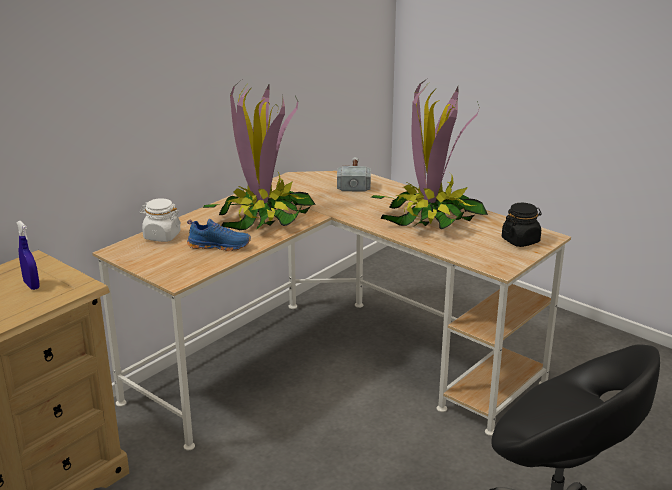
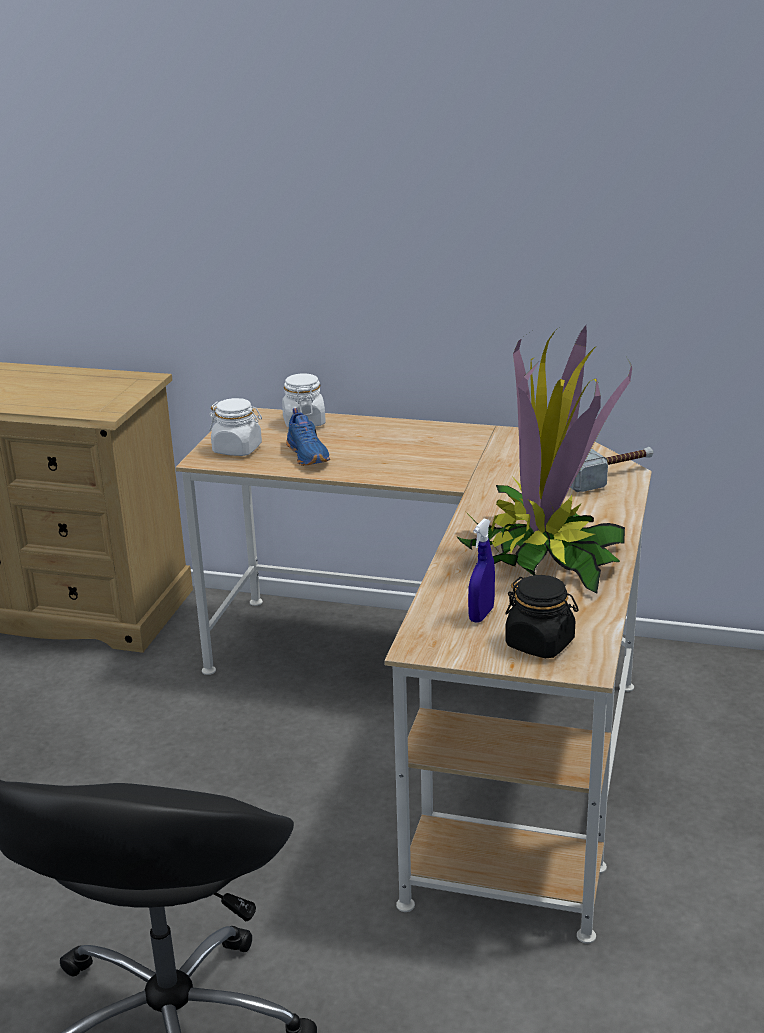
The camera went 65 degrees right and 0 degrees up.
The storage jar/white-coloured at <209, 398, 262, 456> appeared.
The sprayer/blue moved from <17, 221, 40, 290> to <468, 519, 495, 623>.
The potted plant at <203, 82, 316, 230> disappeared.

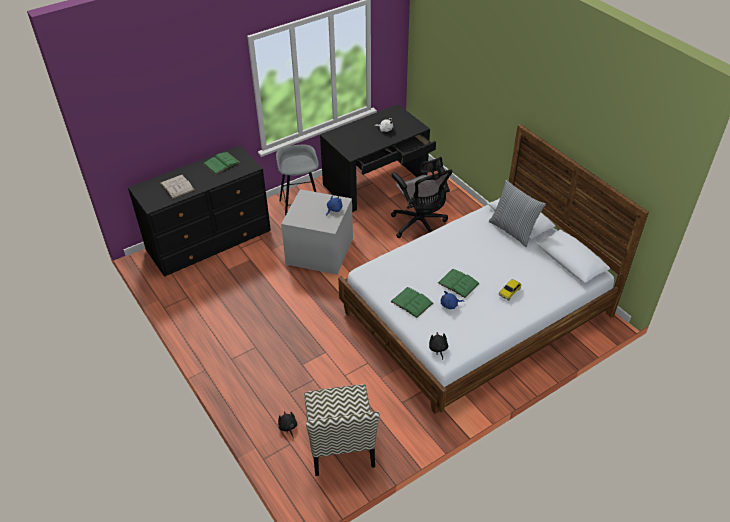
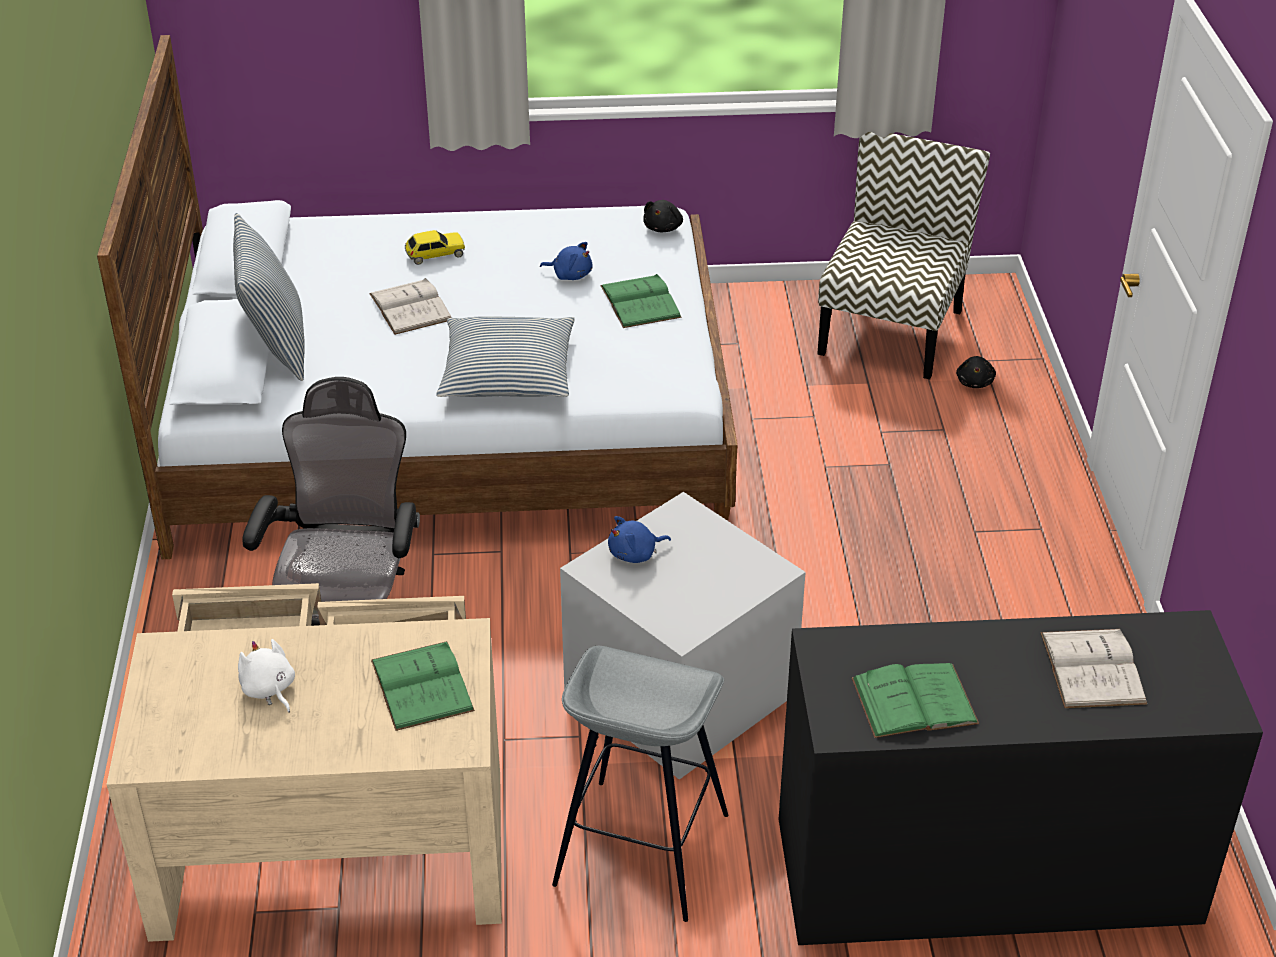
The camera went 150 degrees left and 5 degrees down.
The desk table/black-coloured at <320, 104, 436, 212> became the desk table/beige-coloured at <106, 583, 502, 942>.
The bound book/white-coloured at <369, 278, 452, 335> appeared.
The bound book/green-coloured moved from <438, 269, 480, 298> to <371, 641, 475, 731>.
The pillow at <436, 316, 575, 397> appeared.

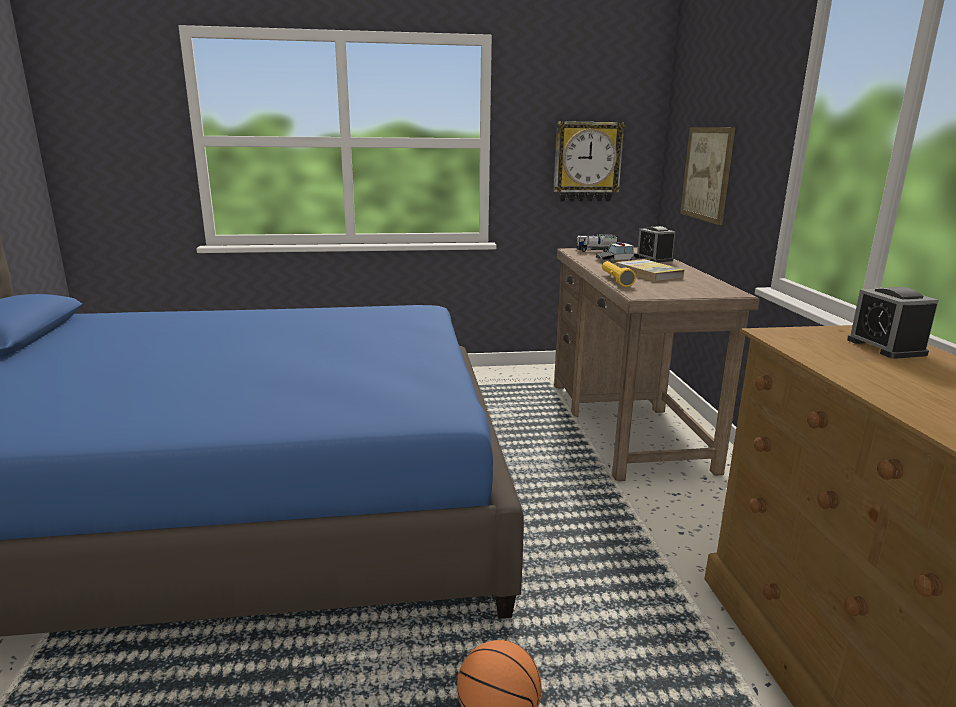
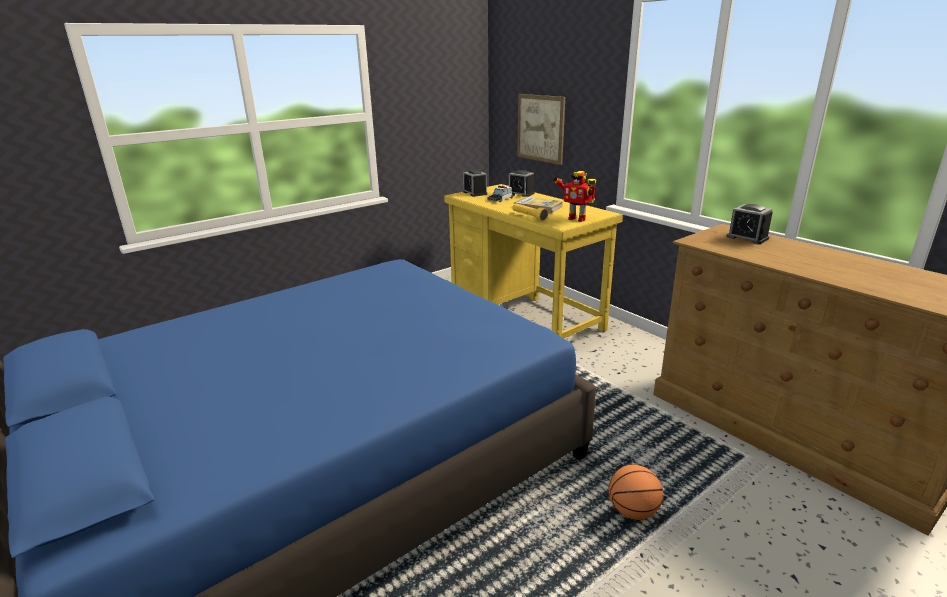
The camera went 30 degrees left and 5 degrees up.
The desk table/brown-coloured at <554, 247, 760, 481> became the desk table/yellow-coloured at <444, 184, 623, 338>.
The model truck at <577, 234, 618, 252> was replaced by the alarm clock at <463, 170, 487, 197>.
The robot figure at <553, 171, 596, 222> appeared.
The hanging clock at <553, 121, 625, 202> disappeared.

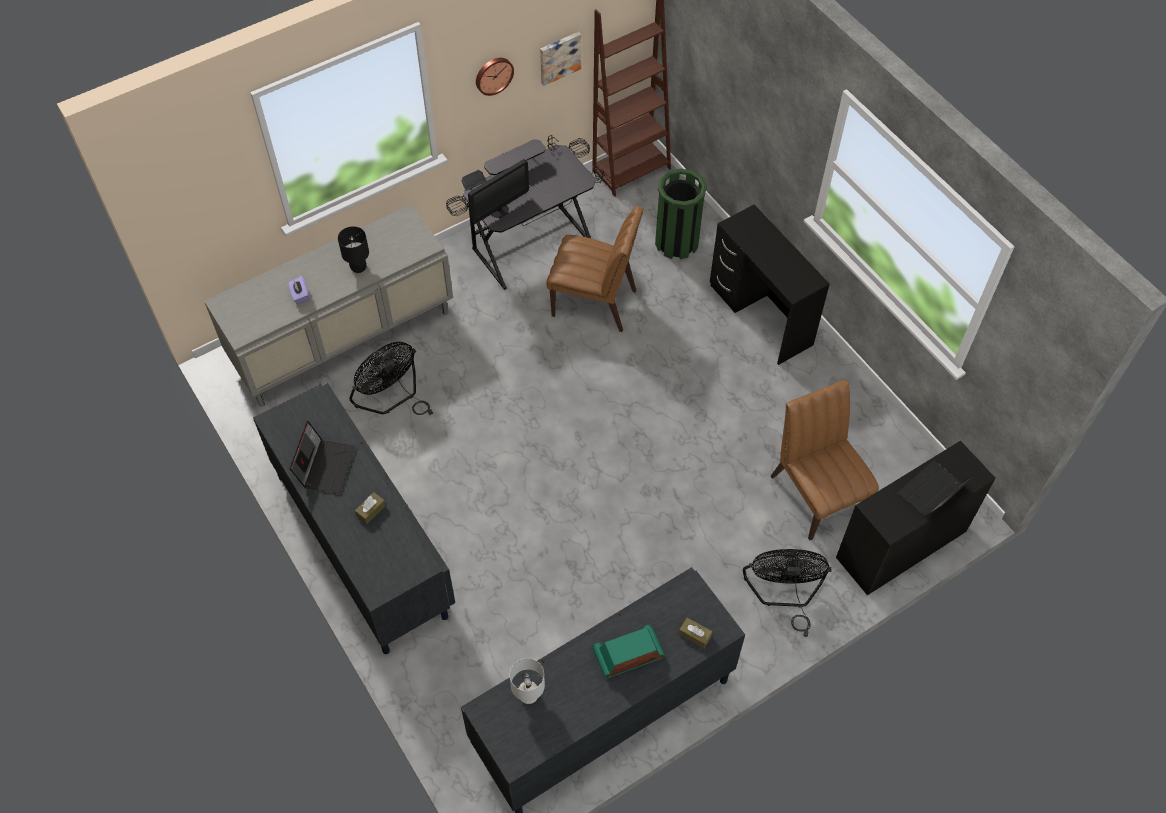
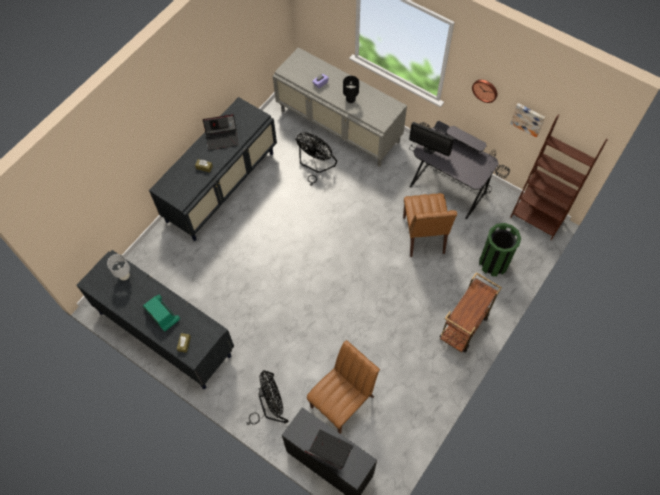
The camera went 70 degrees right and 5 degrees up.
The desk table/black-coloured at <710, 205, 830, 365> was replaced by the cart/brown-coloured at <440, 272, 502, 353>.

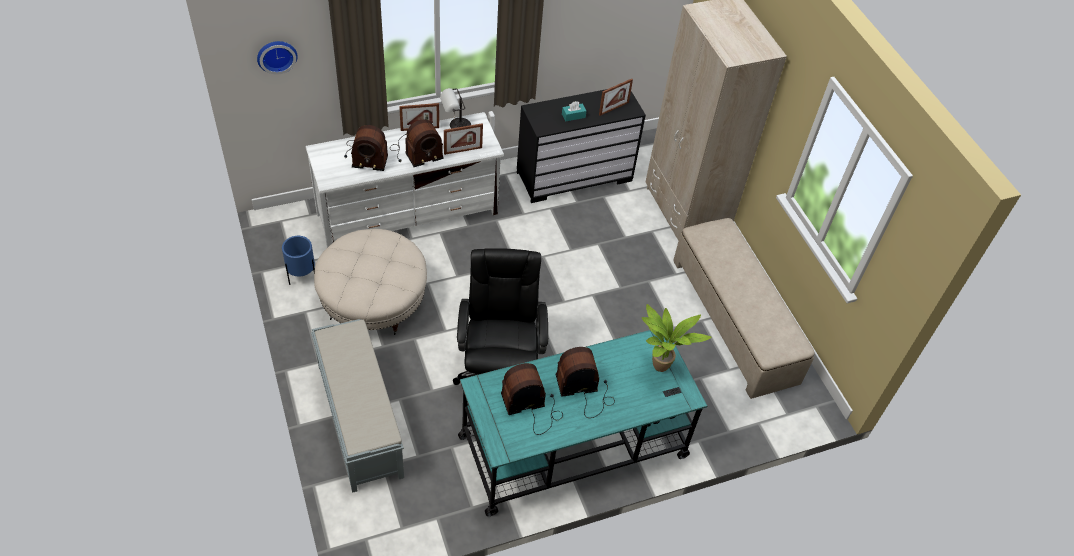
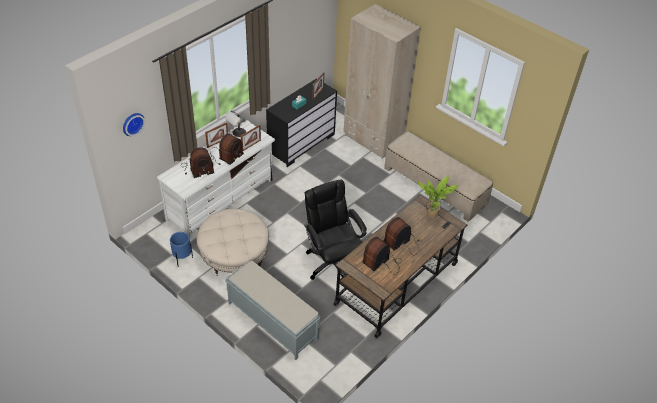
The camera went 25 degrees left and 5 degrees down.
The desk table/turquoise at <458, 330, 707, 516> became the desk table/brown-coloured at <334, 195, 467, 338>.

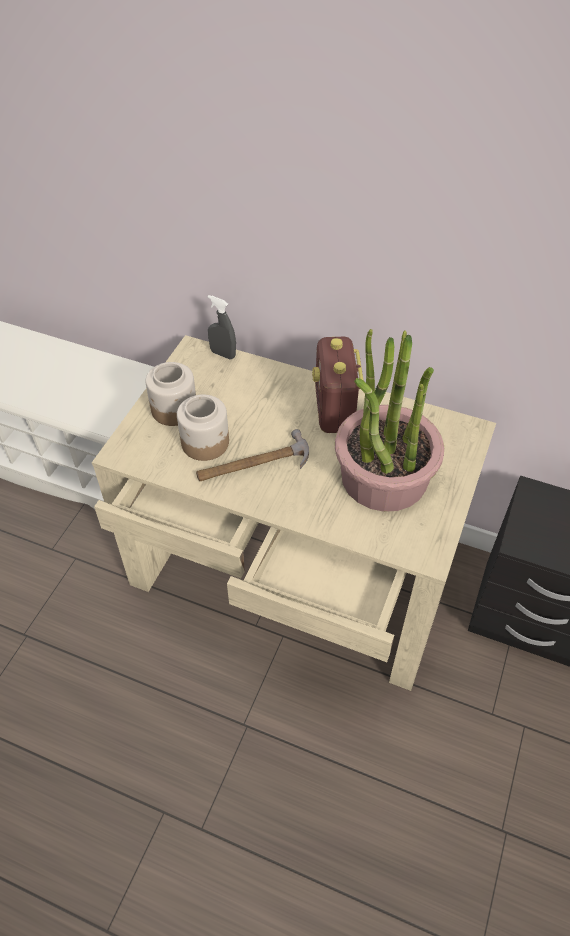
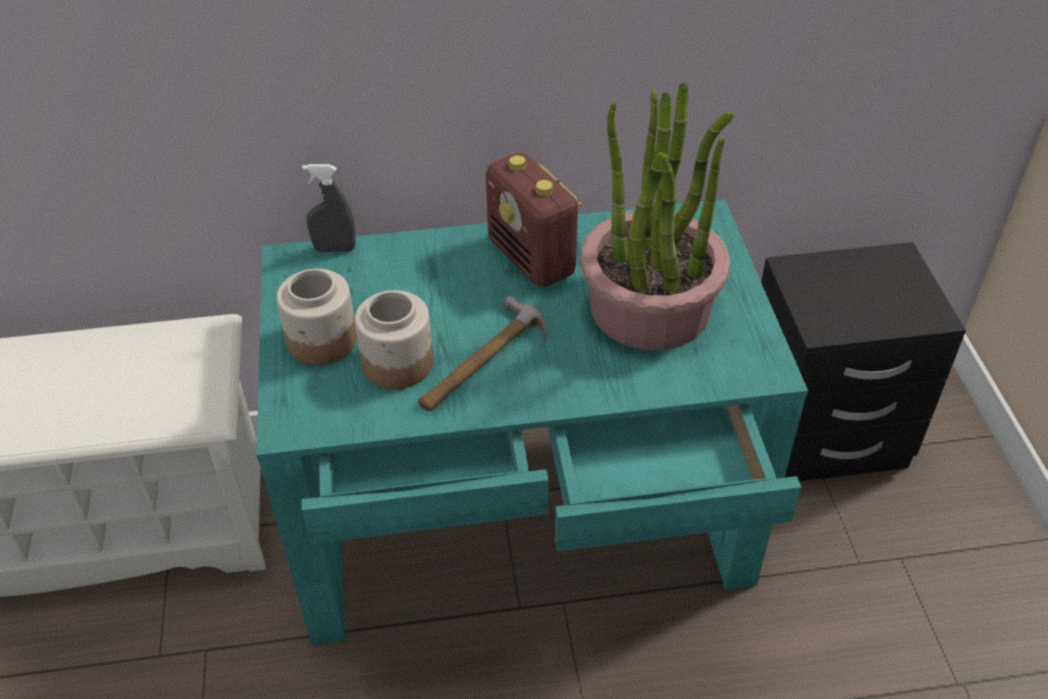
The camera went 30 degrees left and 5 degrees down.
The desk table/beige-coloured at <92, 335, 496, 691> became the desk table/turquoise at <256, 200, 808, 645>.

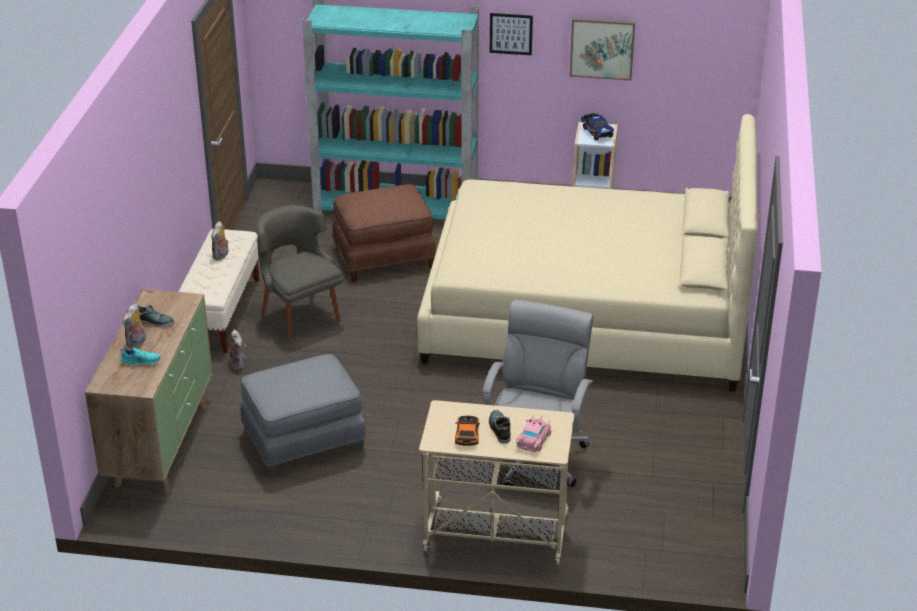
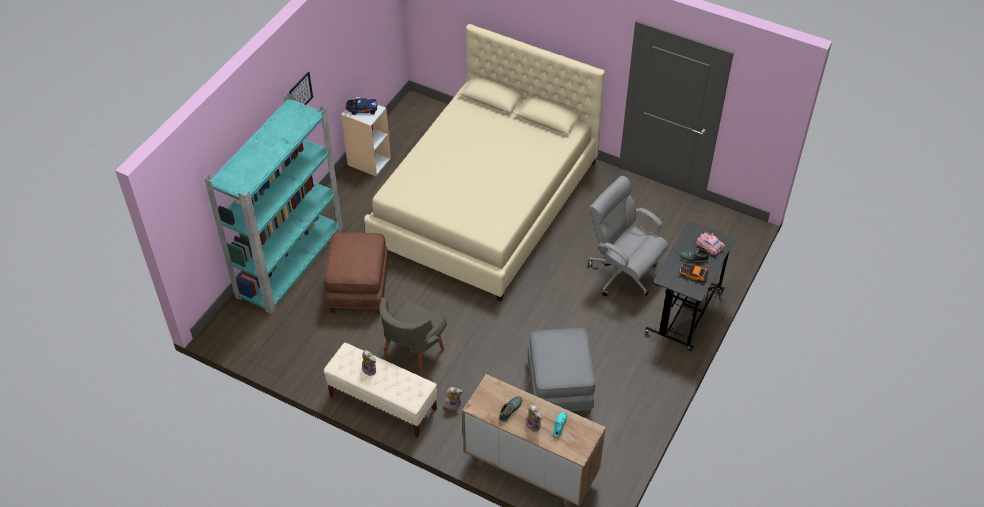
The camera went 70 degrees left and 15 degrees up.
The chair/grey at <257, 205, 344, 341> turned 45 degrees counterclockwise.
The desk table/beige-coloured at <419, 400, 574, 565> became the desk table/black-coloured at <646, 221, 735, 351>.
The wall art at <570, 18, 635, 80> disappeared.

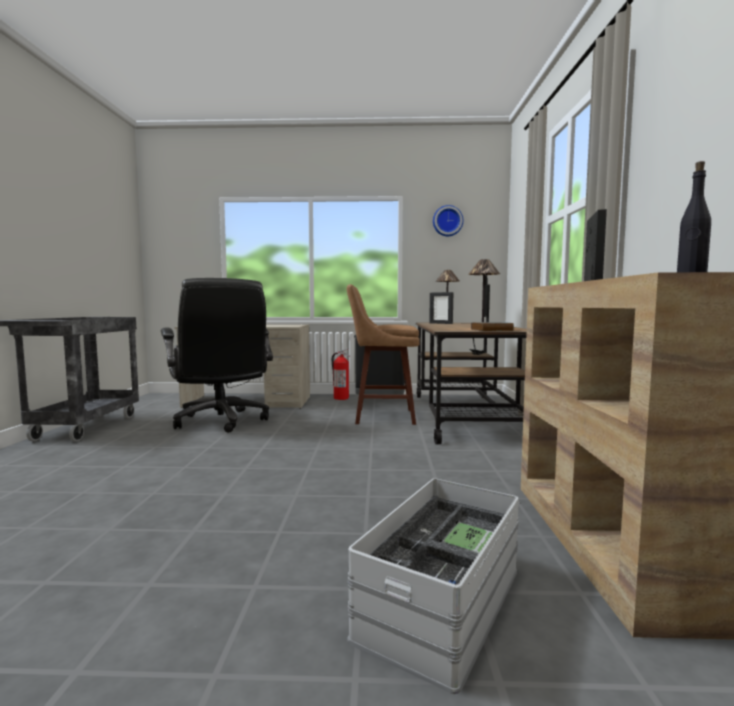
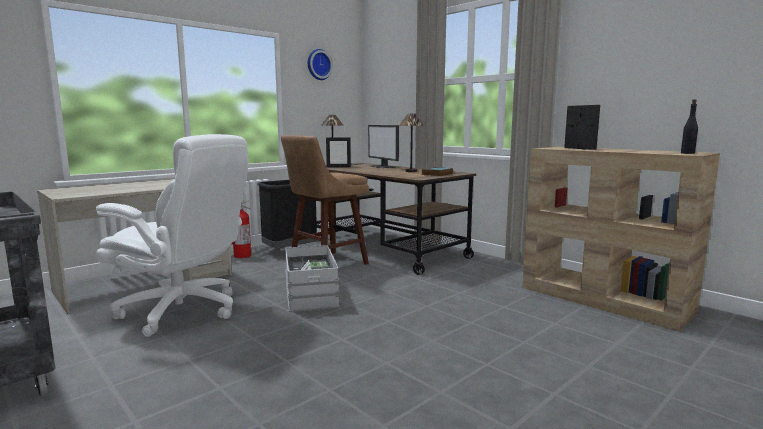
The camera went 45 degrees left and 5 degrees up.
The desk chair/black-coloured at <161, 278, 273, 432> became the desk chair/white-coloured at <96, 134, 248, 337>.
The storage box/grey moved from <347, 478, 520, 694> to <285, 245, 340, 312>.

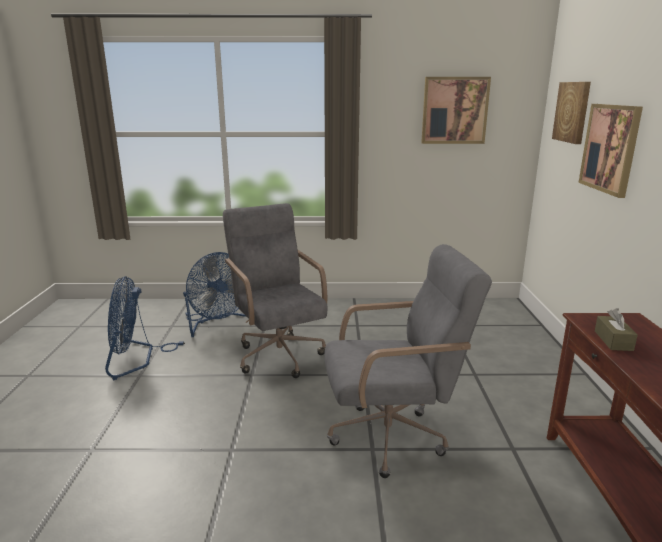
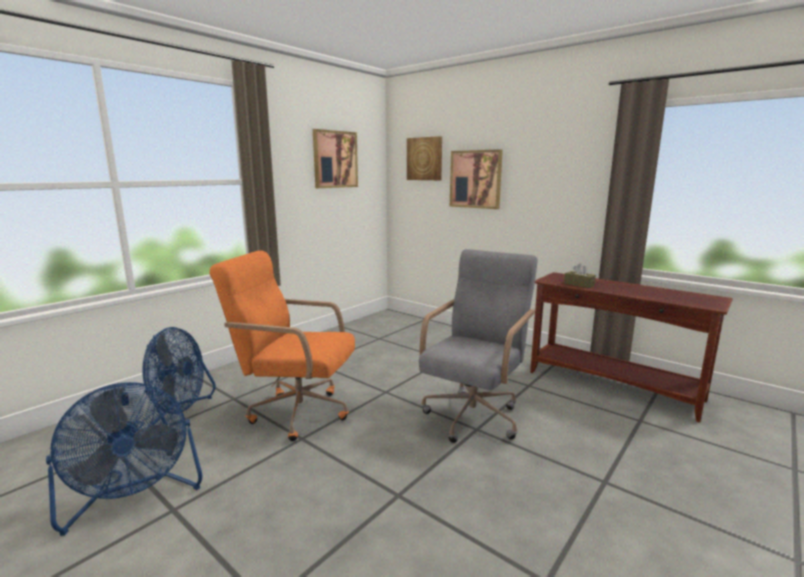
The camera went 50 degrees left and 5 degrees down.
The electric fan/blue at <105, 276, 185, 381> turned 60 degrees counterclockwise.
The desk chair/grey at <223, 203, 327, 378> became the desk chair/orange at <209, 250, 355, 441>.

